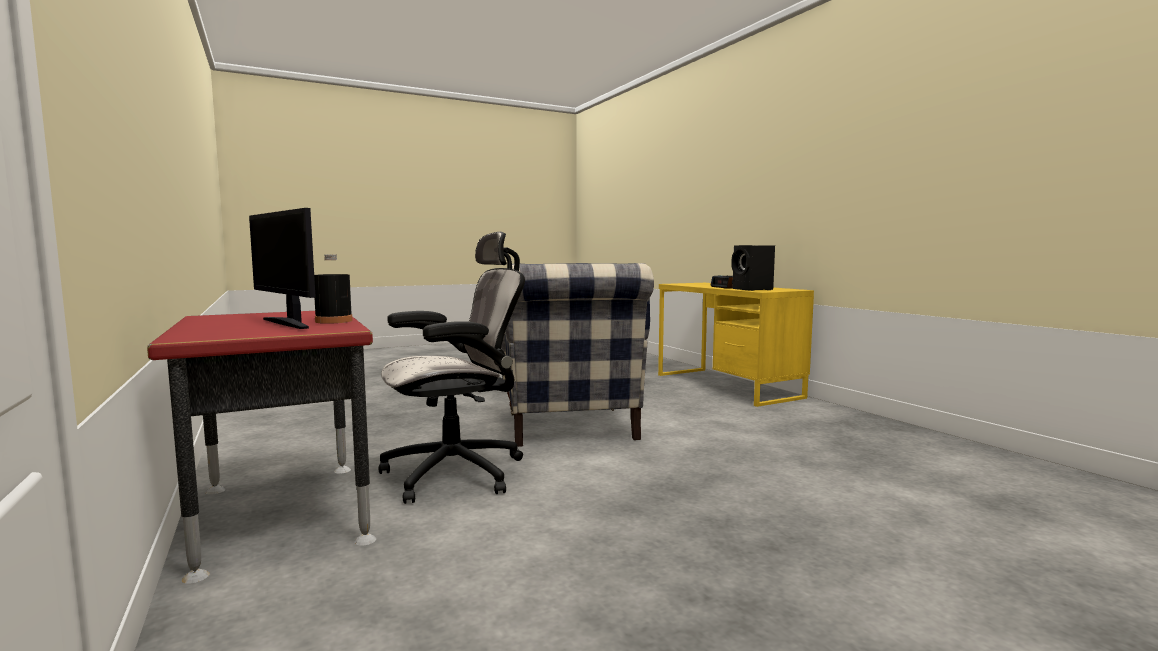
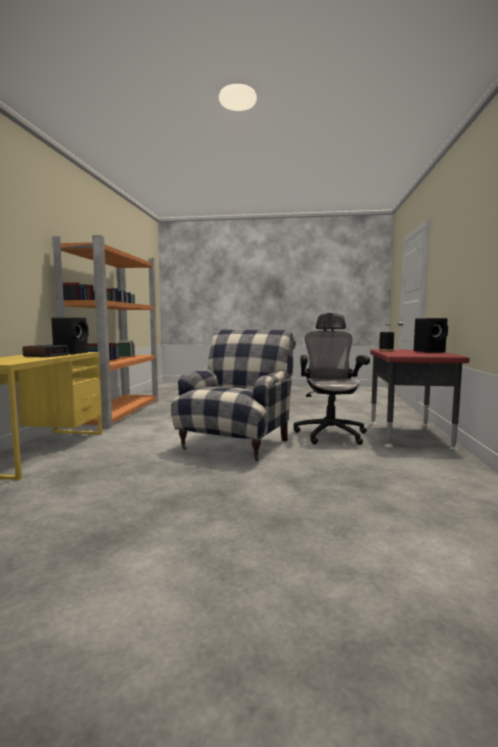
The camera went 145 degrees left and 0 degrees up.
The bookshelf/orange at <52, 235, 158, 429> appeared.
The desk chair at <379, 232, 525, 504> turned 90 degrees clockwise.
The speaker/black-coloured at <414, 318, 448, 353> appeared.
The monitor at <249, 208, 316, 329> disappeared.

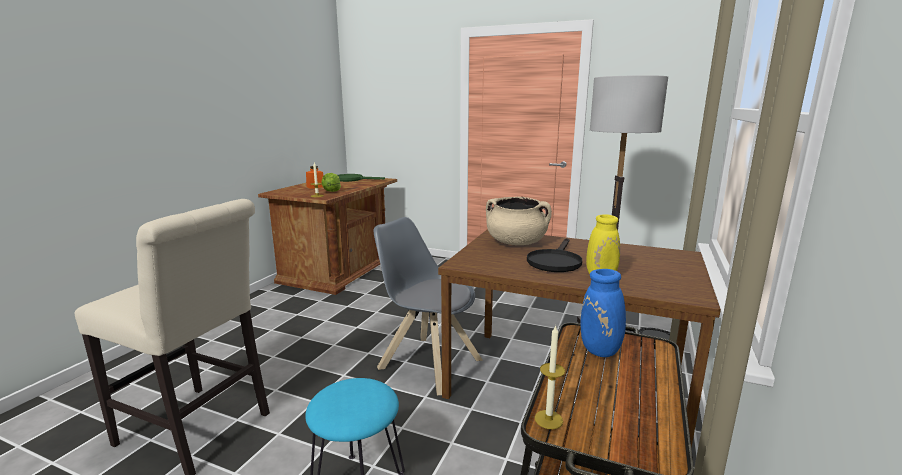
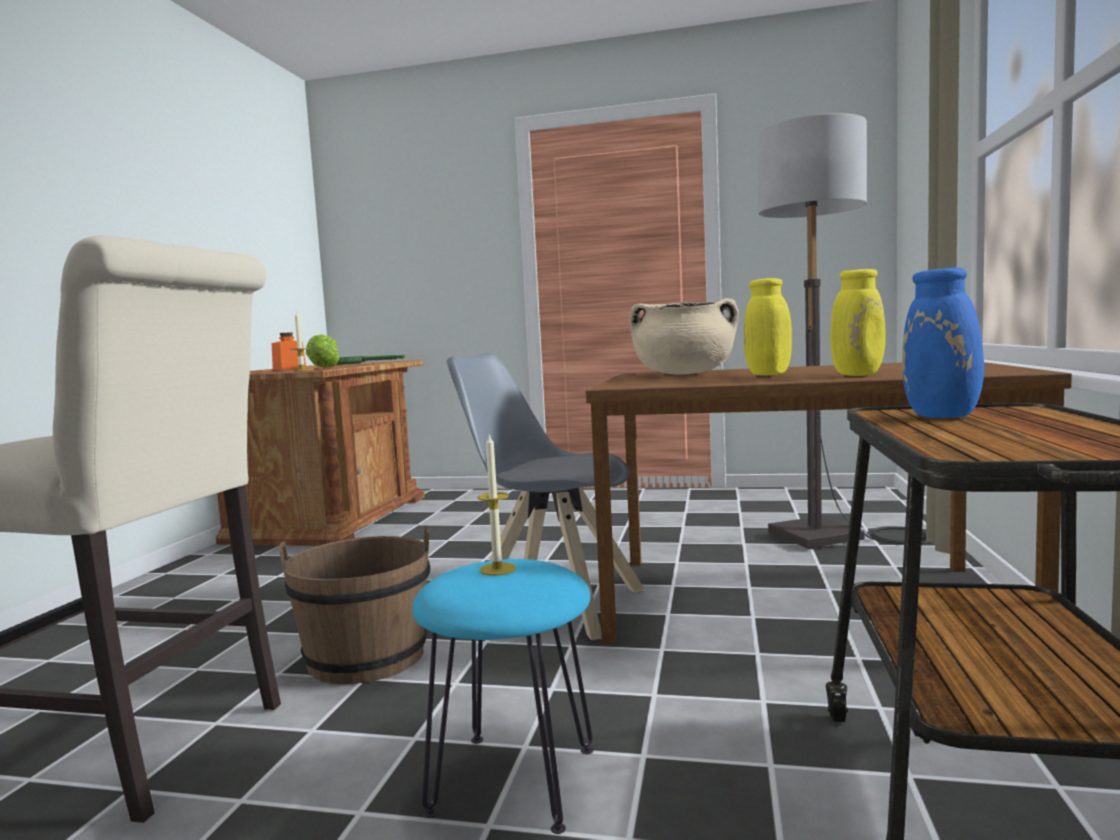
The camera went 10 degrees left and 10 degrees down.
The water bucket/brown-coloured at <279, 526, 430, 684> appeared.
The candle moved from <535, 326, 565, 429> to <477, 434, 516, 576>.
The pan/black-coloured at <527, 238, 582, 272> was replaced by the vase/yellow-coloured at <744, 278, 792, 376>.

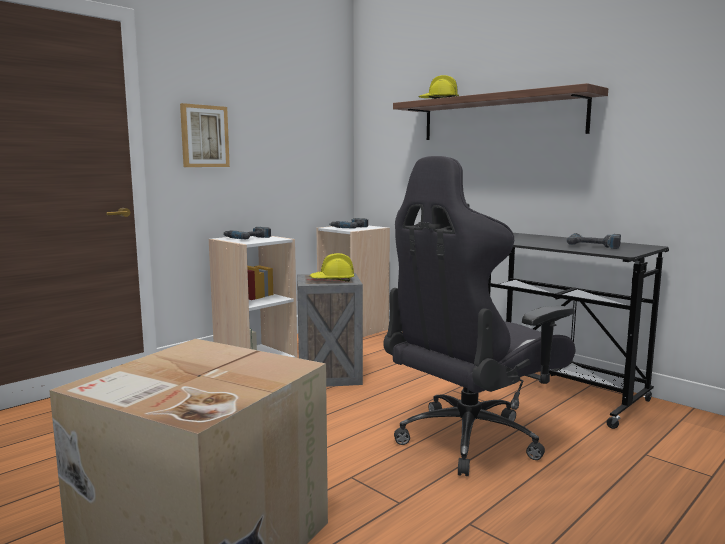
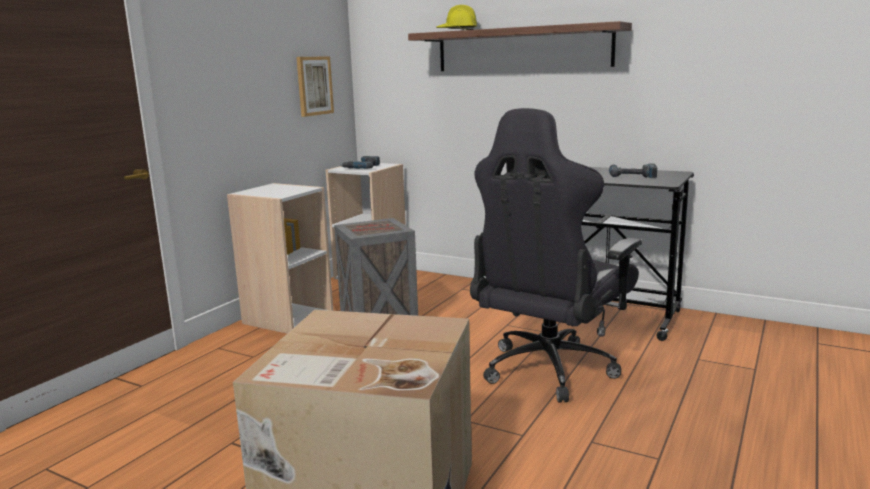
The camera went 15 degrees left and 5 degrees up.
The wall art moved from <180, 103, 230, 167> to <296, 56, 334, 117>.
The electric drill at <223, 227, 271, 239> disappeared.
The work helmet/yellow-coloured at <310, 253, 354, 282> disappeared.

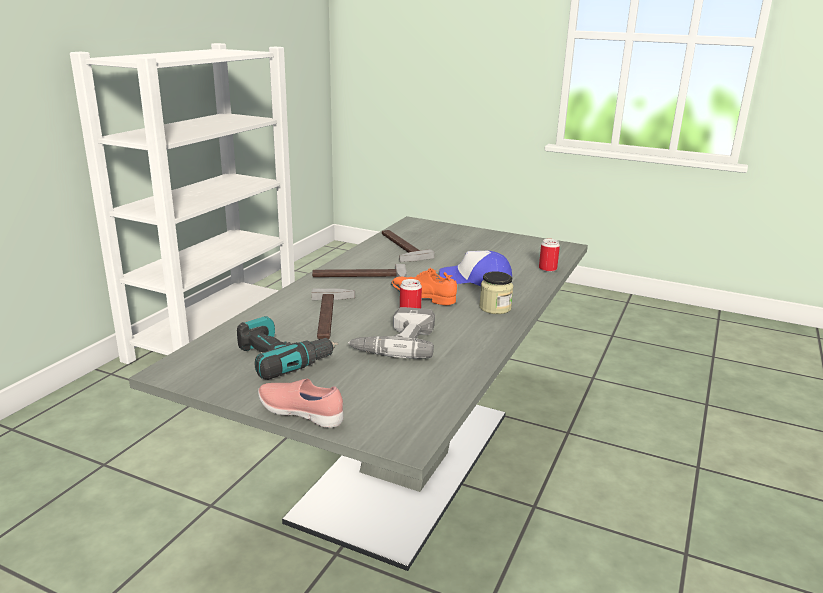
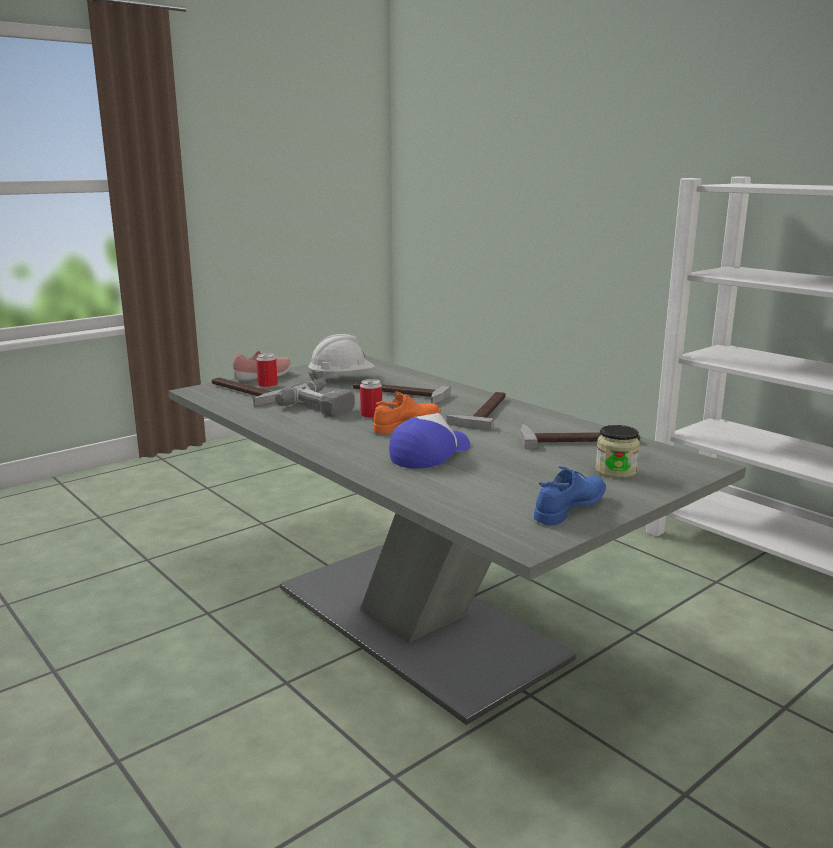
The camera went 115 degrees right and 5 degrees down.
The hammer at <212, 378, 284, 406> appeared.
The sealed can moved from <539, 239, 560, 272> to <256, 353, 278, 388>.
The electric drill at <237, 316, 339, 380> was replaced by the work helmet/white-coloured at <308, 334, 374, 381>.
The item of footwear/blue at <534, 466, 606, 525> appeared.
The storage jar moved from <479, 271, 513, 314> to <595, 425, 640, 478>.

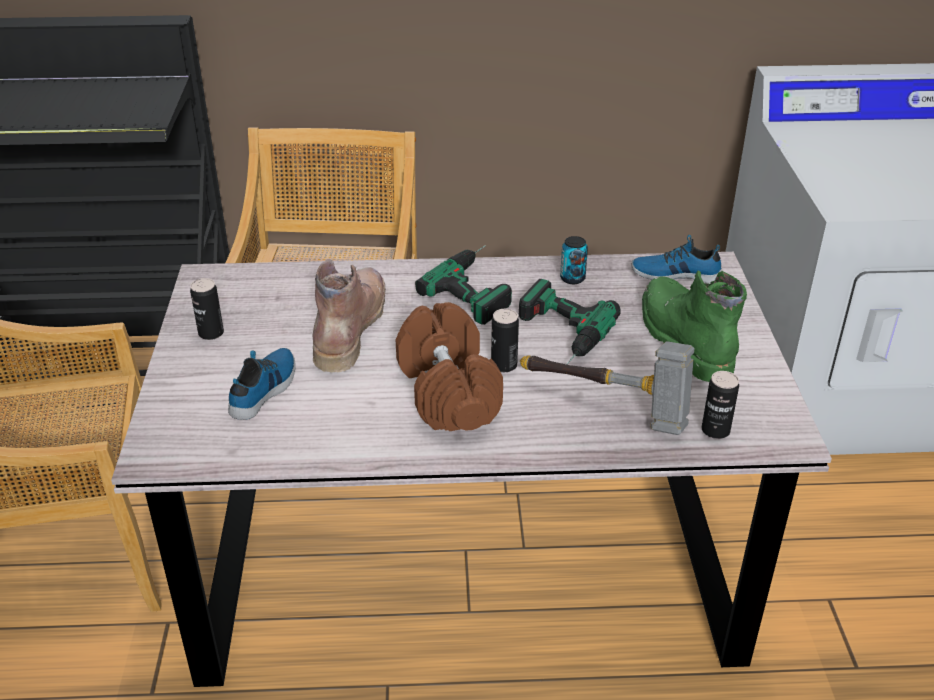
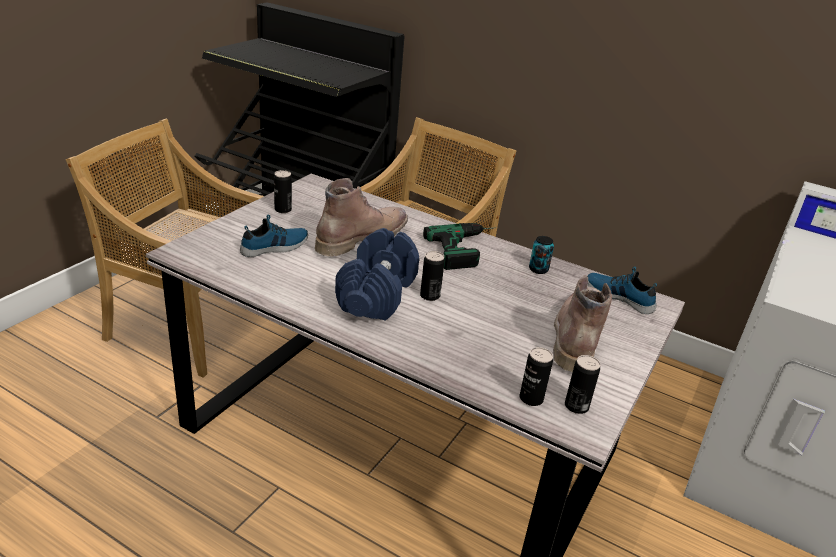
The camera went 30 degrees right and 5 degrees down.
The hand weight/brown-coloured at <396, 302, 503, 431> became the hand weight/blue at <335, 228, 419, 321>.
The boot/green-coloured at <642, 271, 747, 382> became the boot/brown-coloured at <553, 275, 612, 372>.
The sealed can at <565, 355, 601, 414> appeared.
The electric drill at <519, 279, 621, 365> disappeared.
The hammer at <520, 341, 694, 435> disappeared.

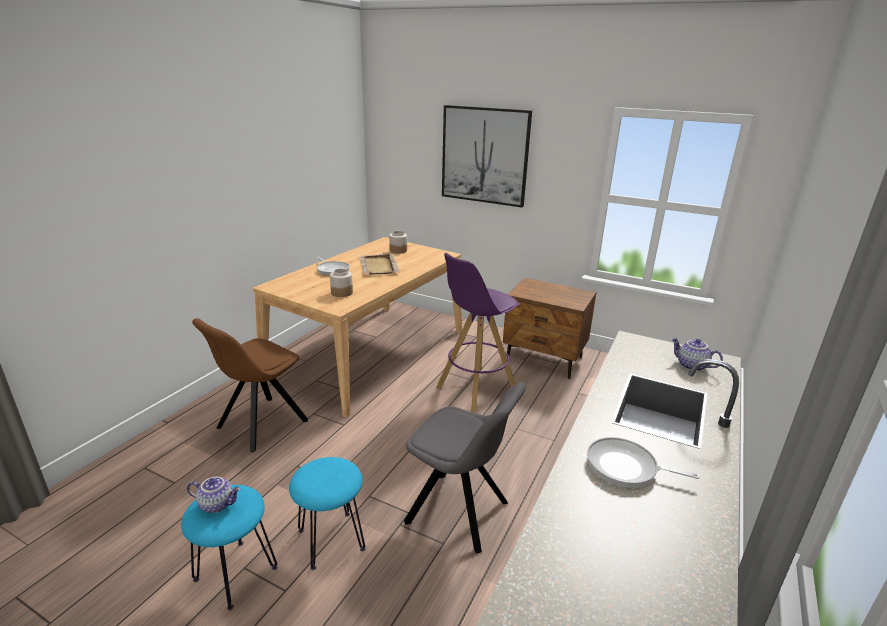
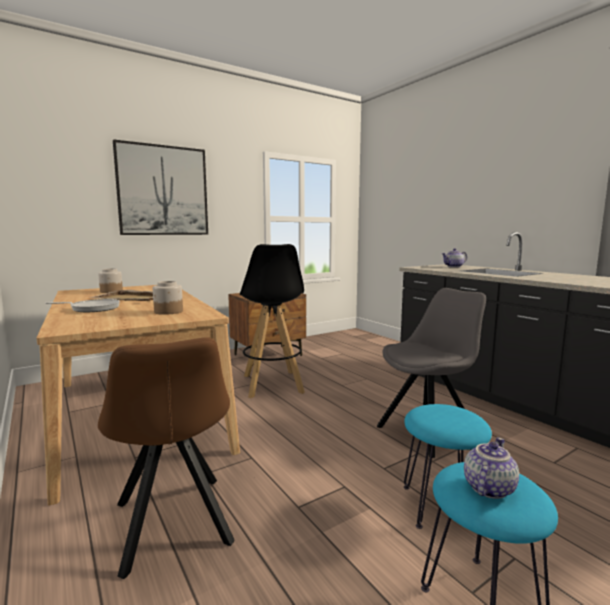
The camera went 60 degrees left and 15 degrees down.
The stool/purple at <436, 253, 520, 411> became the stool/black-coloured at <240, 244, 305, 398>.
The pan at <587, 437, 700, 488> disappeared.

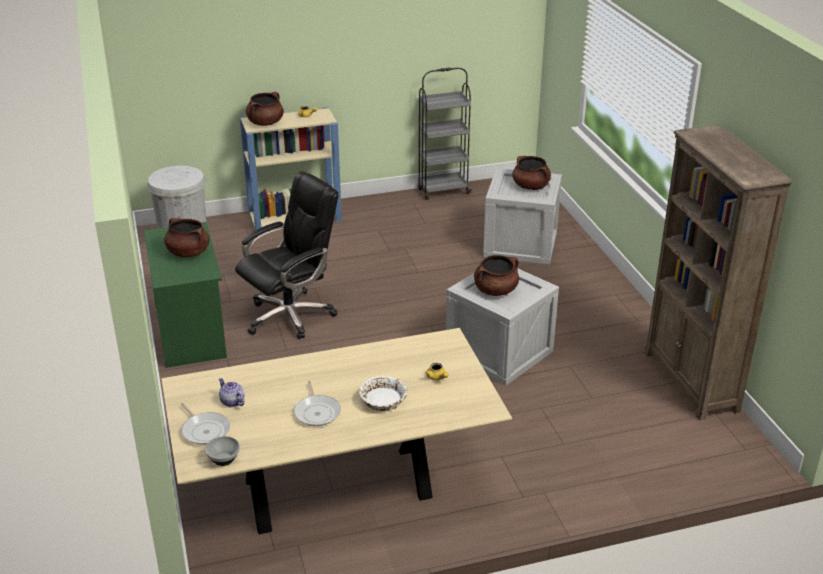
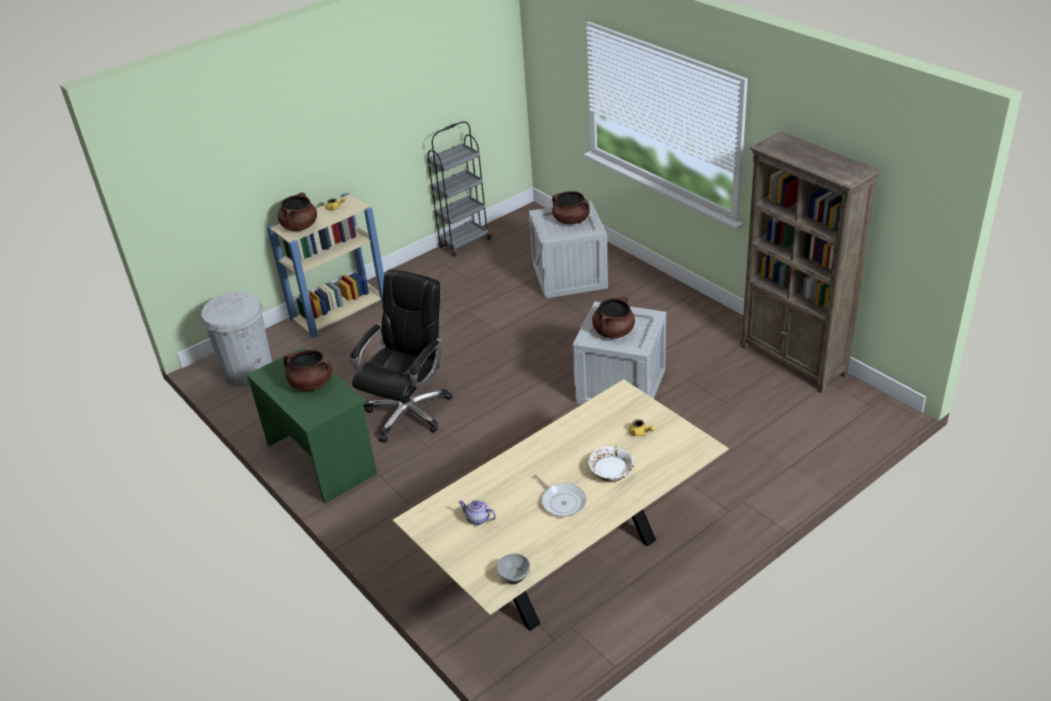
The camera went 20 degrees left and 5 degrees up.
The pan at <180, 403, 230, 445> disappeared.

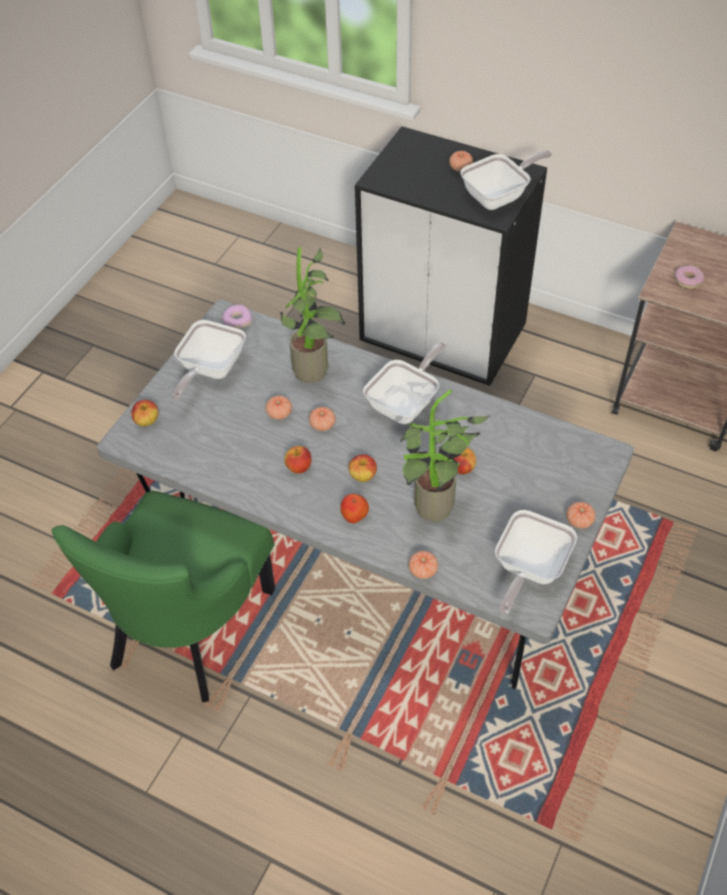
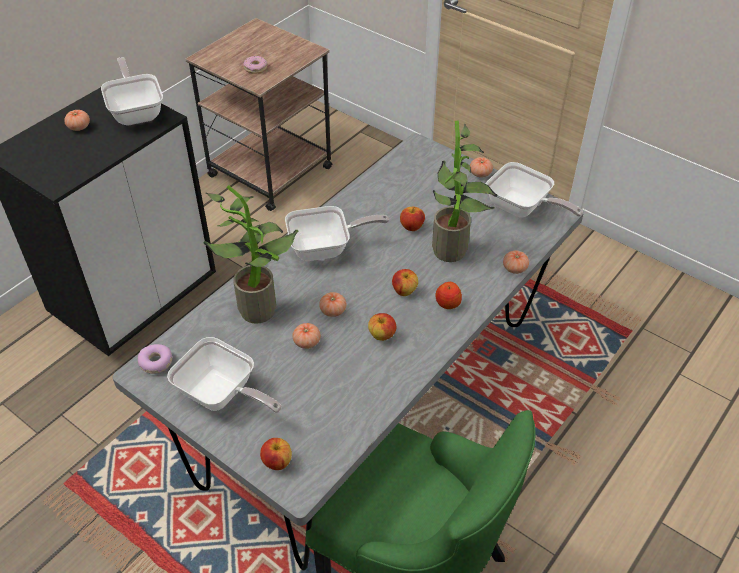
The camera went 80 degrees left and 5 degrees down.
The pan at <363, 342, 447, 424> turned 120 degrees clockwise.

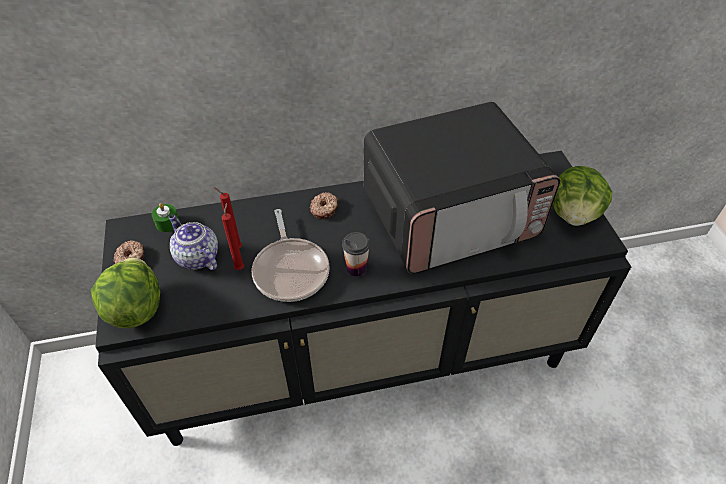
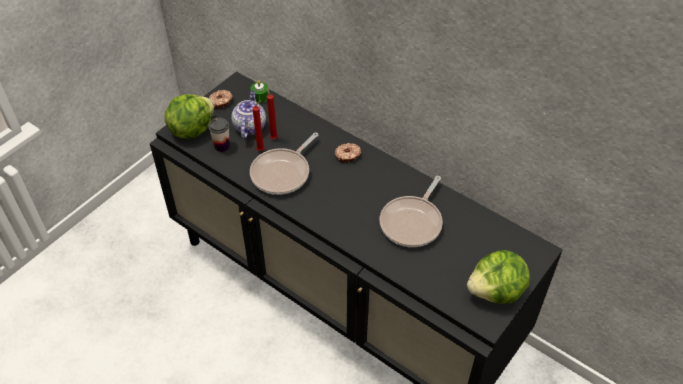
The camera went 50 degrees right and 0 degrees up.
The drinking cup moved from <342, 232, 370, 277> to <208, 118, 230, 152>.
The kitchen microwave at <364, 102, 560, 274> was replaced by the pan at <380, 176, 443, 247>.

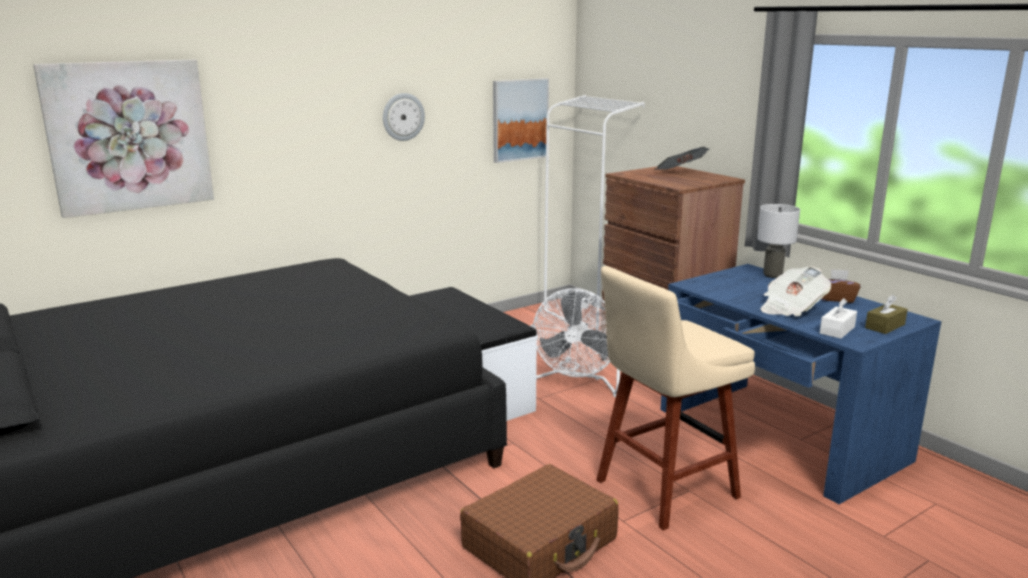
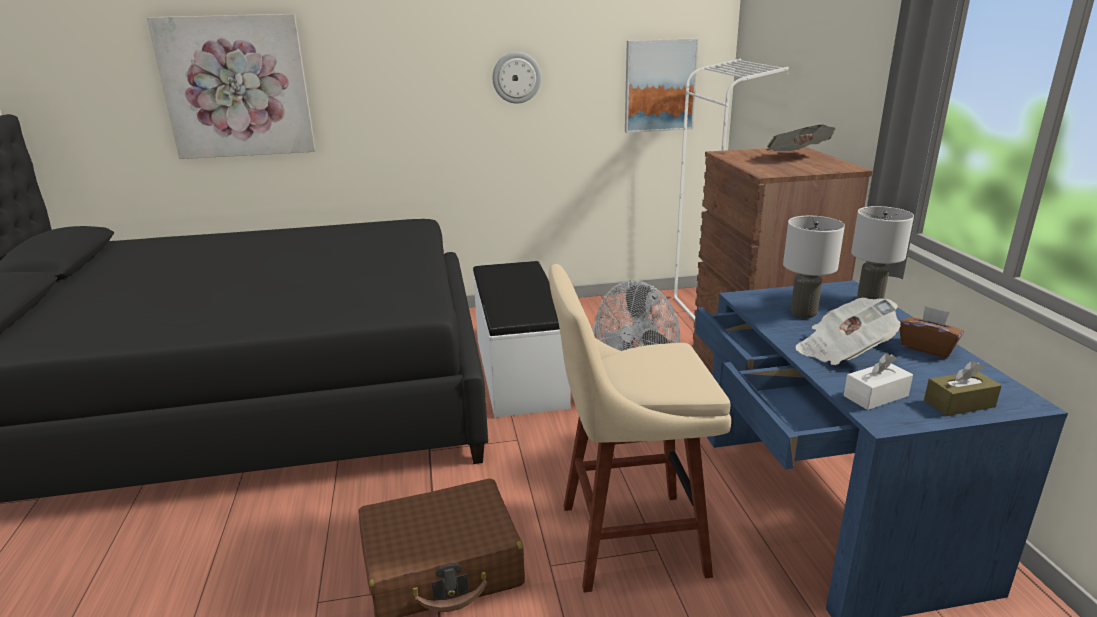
The camera went 25 degrees right and 5 degrees up.
The table lamp/white-coloured at <783, 216, 845, 318> appeared.

